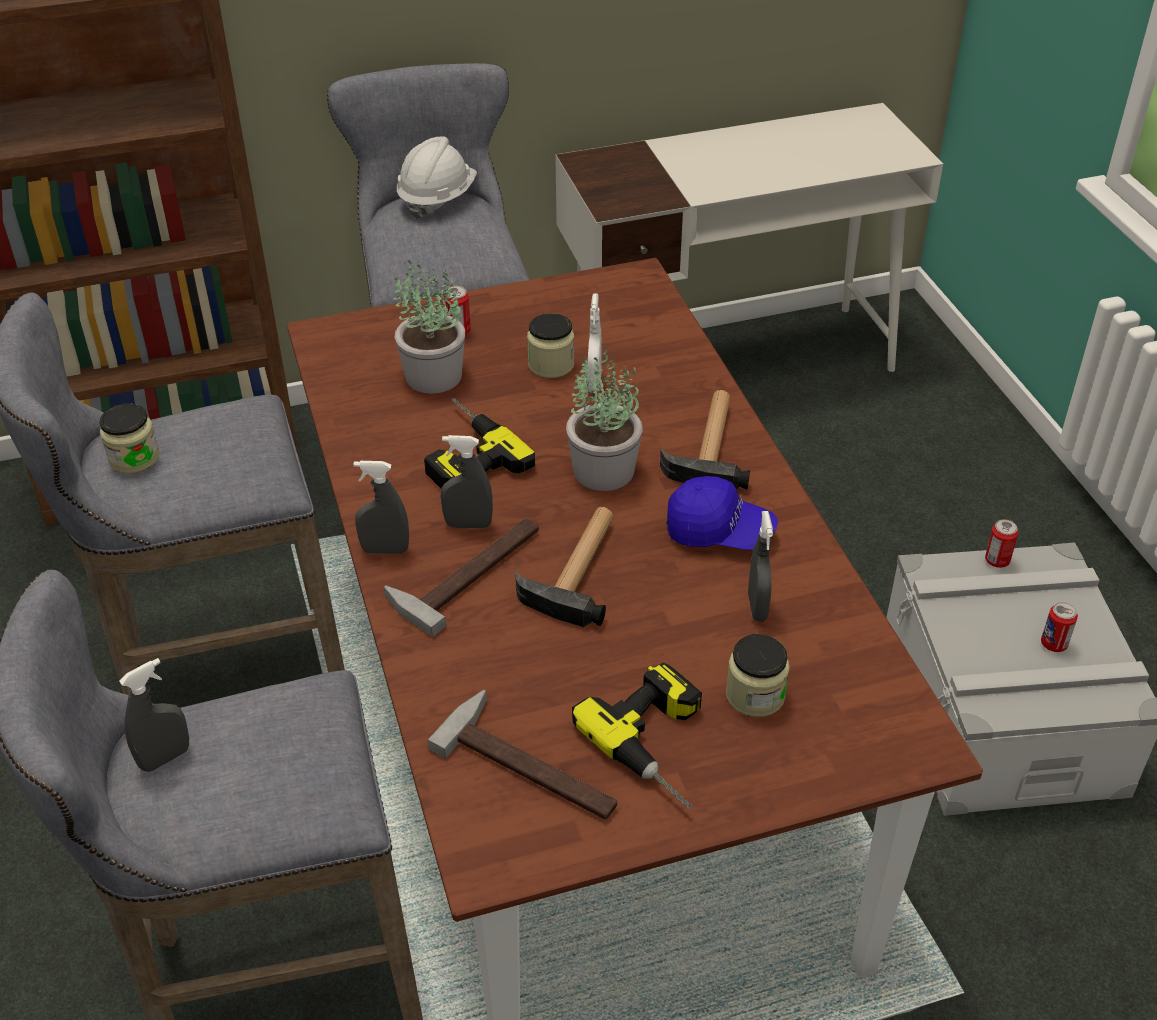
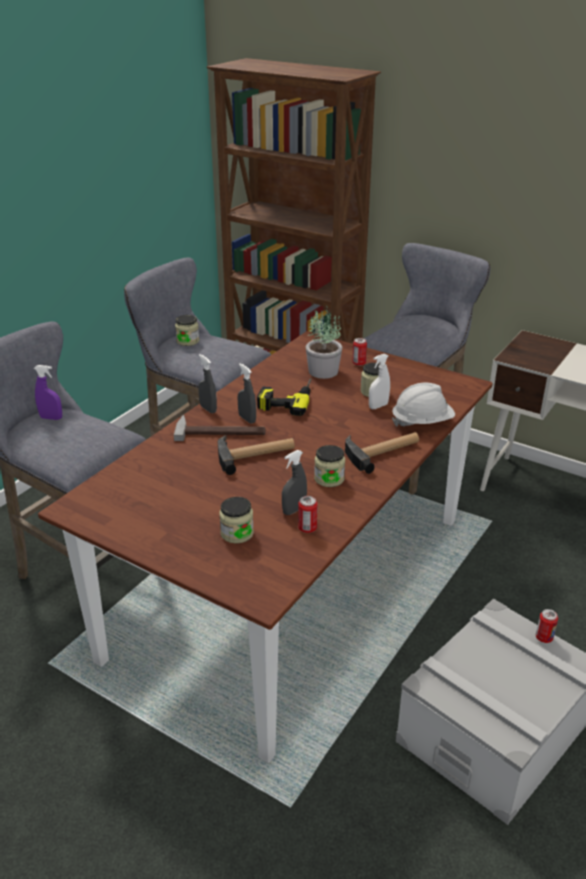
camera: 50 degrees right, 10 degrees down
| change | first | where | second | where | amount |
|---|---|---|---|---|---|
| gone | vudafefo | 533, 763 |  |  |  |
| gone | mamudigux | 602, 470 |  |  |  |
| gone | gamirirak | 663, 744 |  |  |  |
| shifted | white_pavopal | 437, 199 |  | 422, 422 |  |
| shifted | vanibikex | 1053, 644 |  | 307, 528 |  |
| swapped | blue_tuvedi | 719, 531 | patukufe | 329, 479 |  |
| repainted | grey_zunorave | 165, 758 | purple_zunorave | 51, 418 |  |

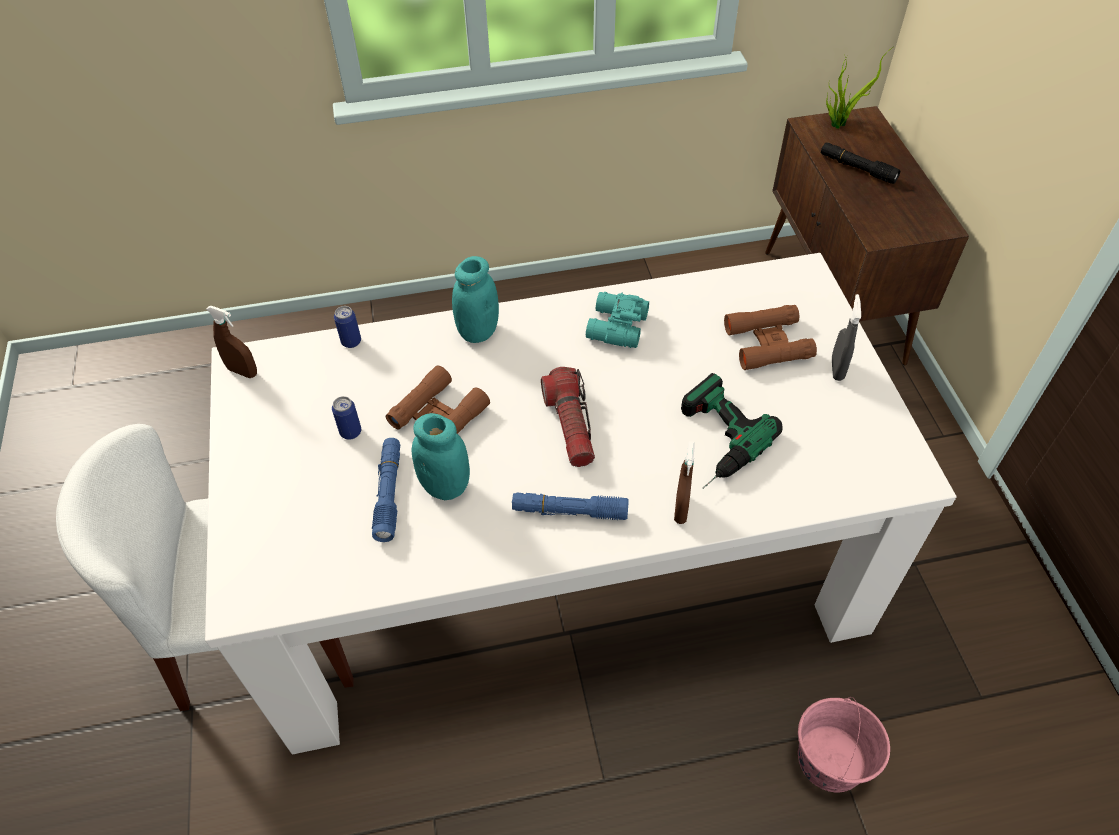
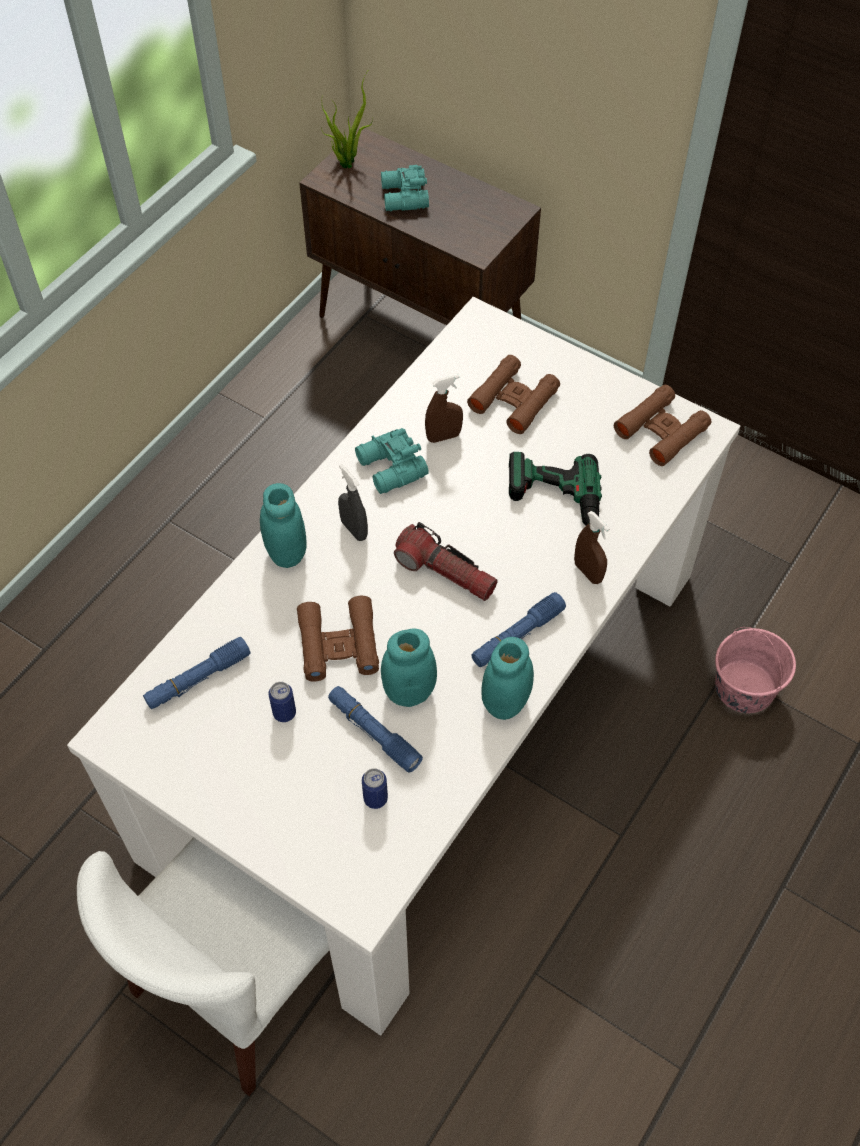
camera: 45 degrees left, 5 degrees up
| change | first | where | second | where | amount |
|---|---|---|---|---|---|
| new |  |  | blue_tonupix | 198, 679 |  |
| new |  |  | turquoise_patukufe | 505, 703 |  |
| new |  |  | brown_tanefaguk | 661, 431 |  |
| shifted | brown_zunorave | 242, 371 |  | 443, 436 |  |
| shifted | vanibikex | 351, 341 |  | 375, 798 |  |
| shifted | grey_zunorave | 837, 369 |  | 354, 529 |  |
| swapped | black_tonupix | 857, 168 | turquoise_tanefaguk | 403, 197 |  |

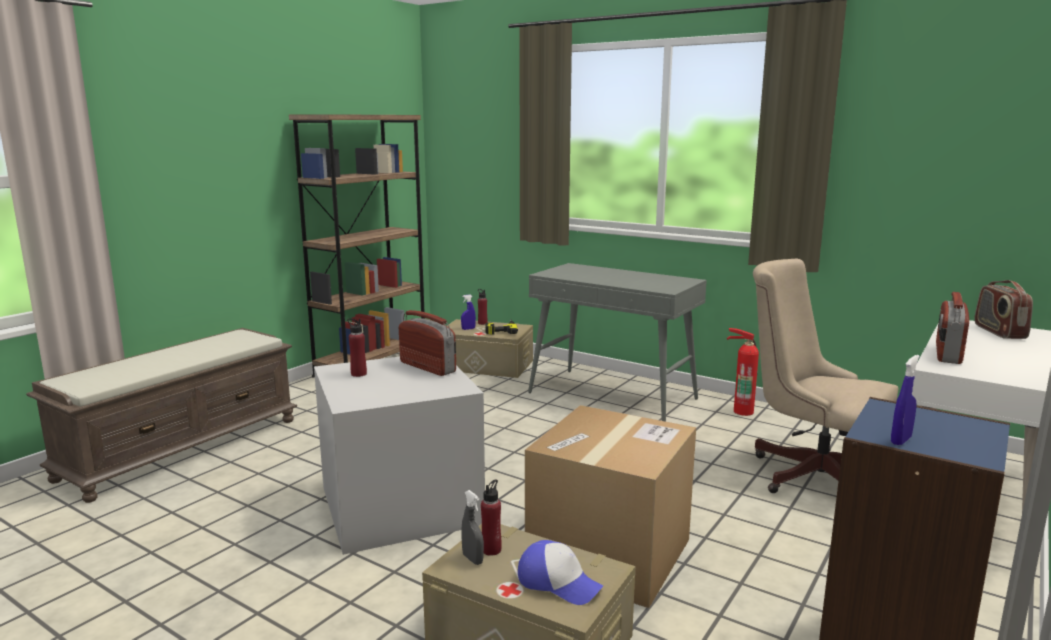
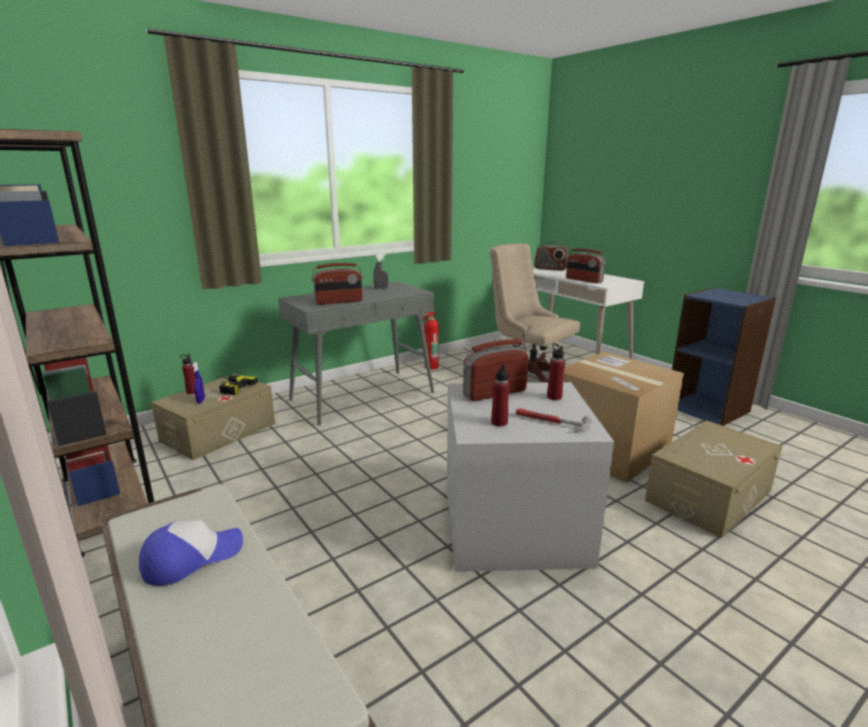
camera: 70 degrees left, 5 degrees up
| change | first | where | second | where | amount |
|---|---|---|---|---|---|
| gone | blue_zunorave | 901, 440 |  |  |  |
| new |  |  | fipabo | 339, 302 |  |
| new |  |  | vudafefo | 551, 422 |  |
| shifted | grey_zunorave | 472, 559 |  | 381, 288 |  |
| shifted | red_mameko | 491, 549 |  | 554, 397 |  |
| shifted | tuvedi | 558, 582 |  | 192, 558 |  |
| rotated | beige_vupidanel | 810, 474 |  | 527, 374 | 75 degrees clockwise |

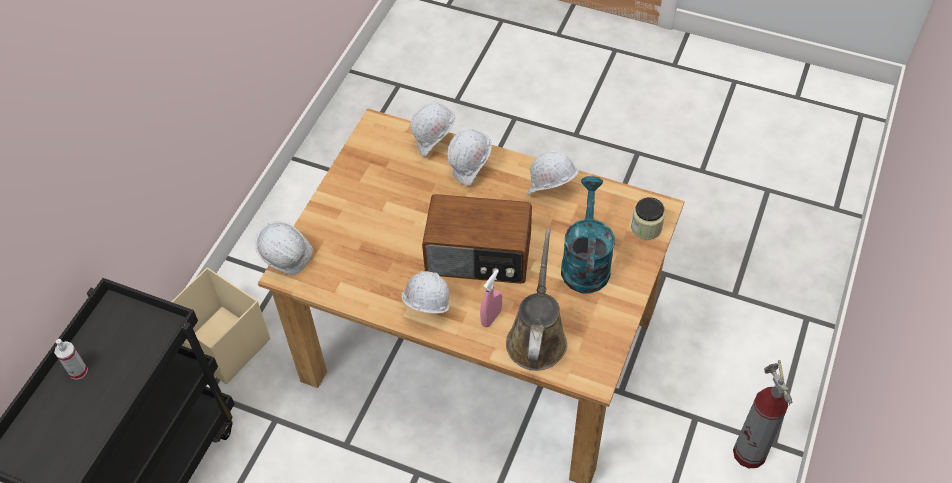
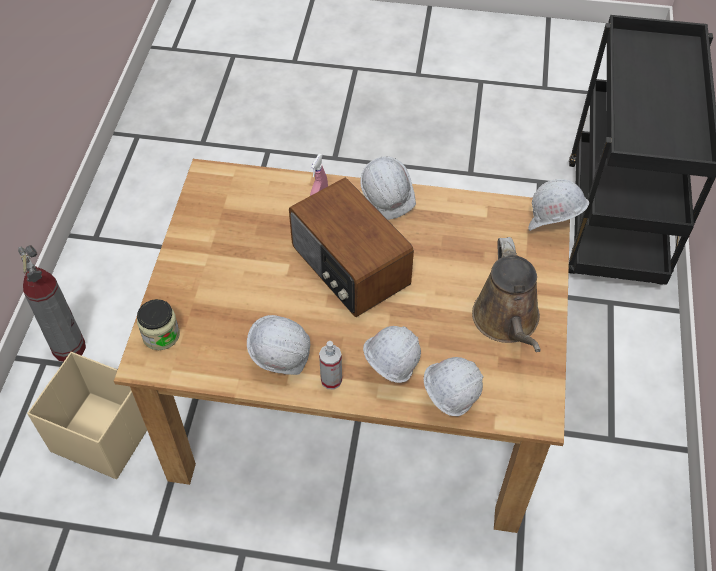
camera: 165 degrees right, 0 degrees up
| change | first | where | second | where | amount |
|---|---|---|---|---|---|
| gone | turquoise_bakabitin | 585, 262 |  |  |  |
| shifted | zunorave | 78, 371 |  | 331, 380 |  |
| shifted | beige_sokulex | 225, 346 |  | 102, 434 |  |
| shifted | brown_bakabitin | 537, 337 |  | 507, 321 |  |
| rotated | fipabo | 479, 257 |  | 349, 267 | 120 degrees counterclockwise |

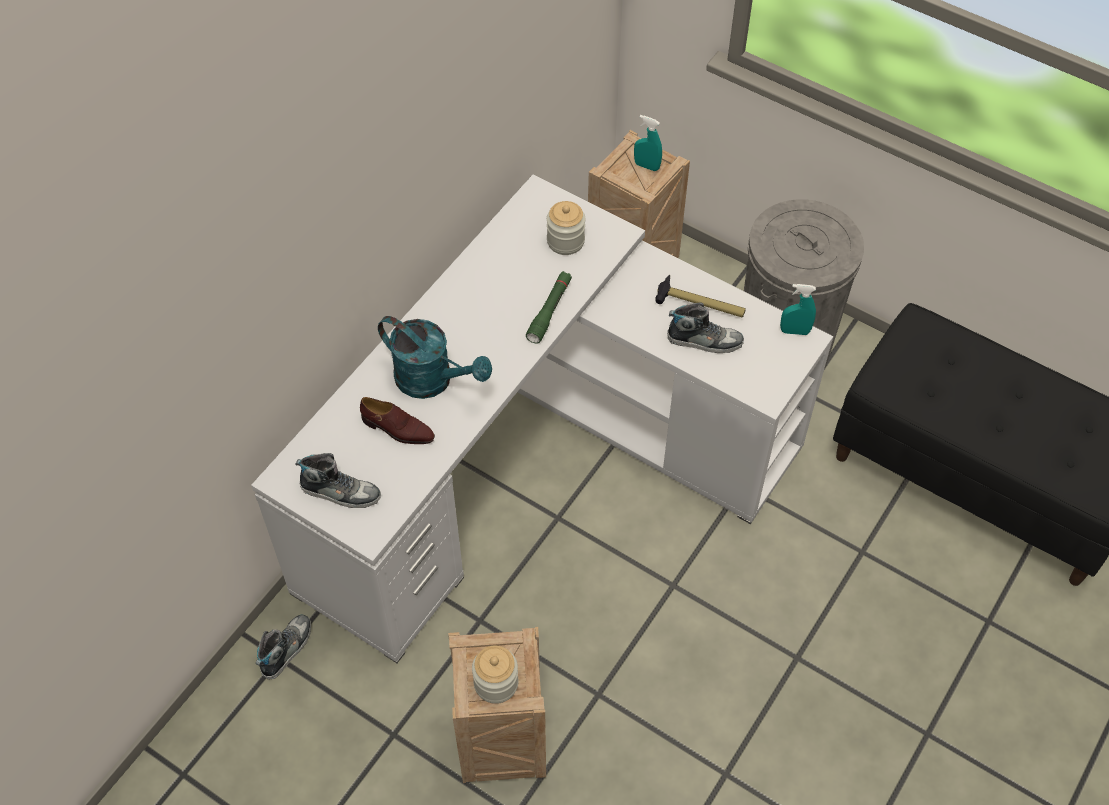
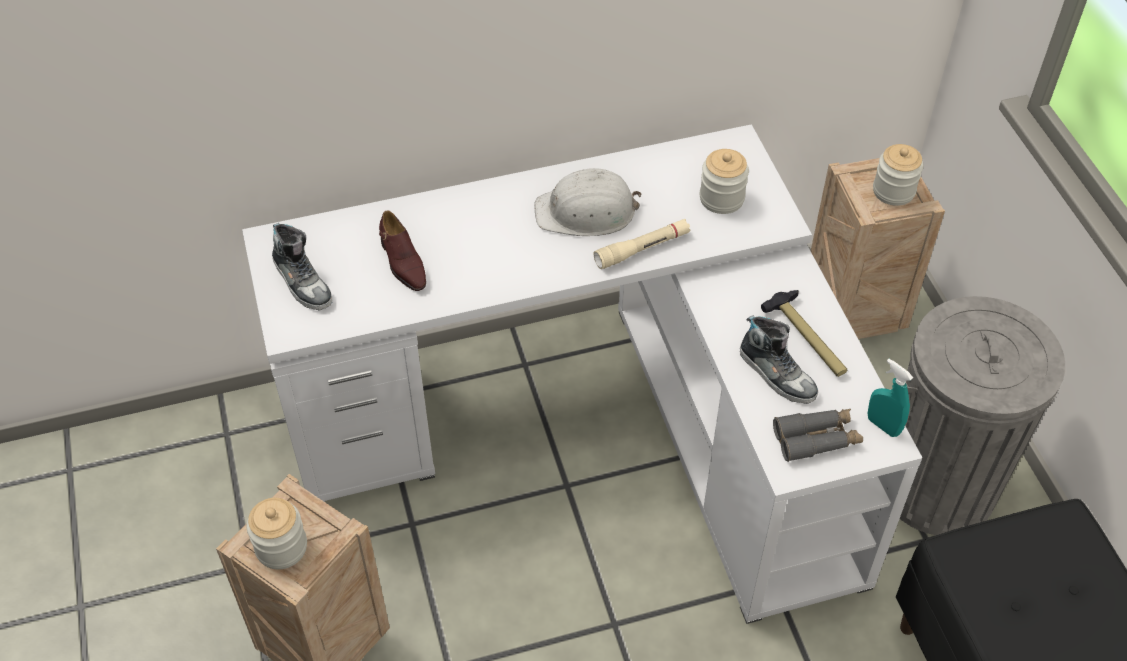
camera: 40 degrees right, 5 degrees down
| change | first | where | second | where | amount |
|---|---|---|---|---|---|
| gone | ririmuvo | 286, 648 |  |  |  |
| gone | turquoise_bakabitin | 433, 380 |  |  |  |
| new |  |  | white_pavopal | 586, 212 |  |
| new |  |  | grey_tanefaguk | 816, 439 |  |
| swapped | turquoise_zunorave | 646, 166 | patukufe | 893, 191 |  |
| repainted | green_tonupix | 549, 311 | beige_tonupix | 642, 249 |  |

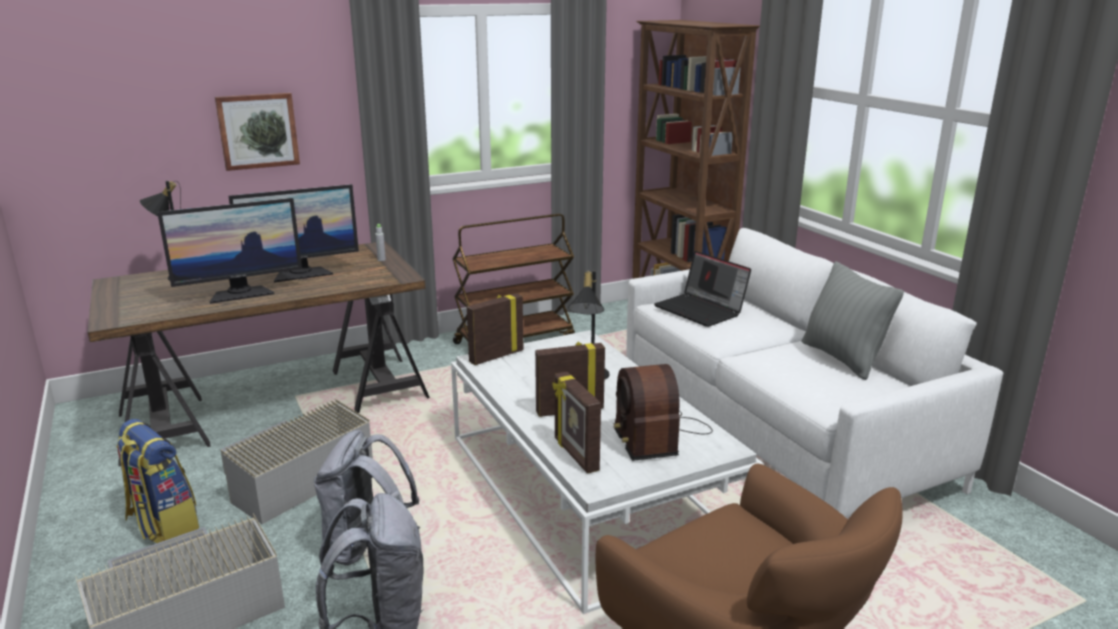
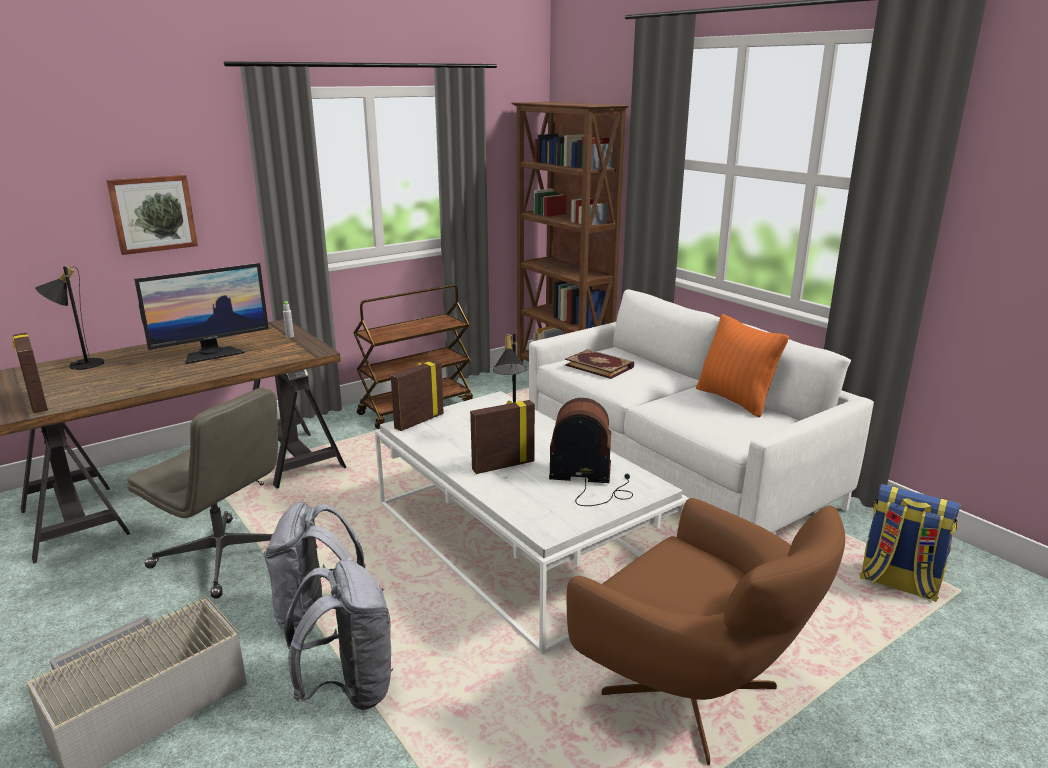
camera: 10 degrees left, 0 degrees up
| change | first | where | second | where | amount |
|---|---|---|---|---|---|
| gone | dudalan | 240, 293 |  |  |  |
| shifted | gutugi | 162, 524 |  | 898, 583 |  |
| shifted | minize | 575, 455 |  | 37, 402 |  |
| swapped | grey_sokulex | 292, 478 | grey_vupidanel | 224, 557 |  |
| swapped | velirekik | 701, 310 | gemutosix | 599, 366 |  |
| repainted | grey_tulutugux | 842, 358 | orange_tulutugux | 734, 400 |  |
| rotated | fipabo | 657, 435 |  | 590, 481 | 120 degrees clockwise |

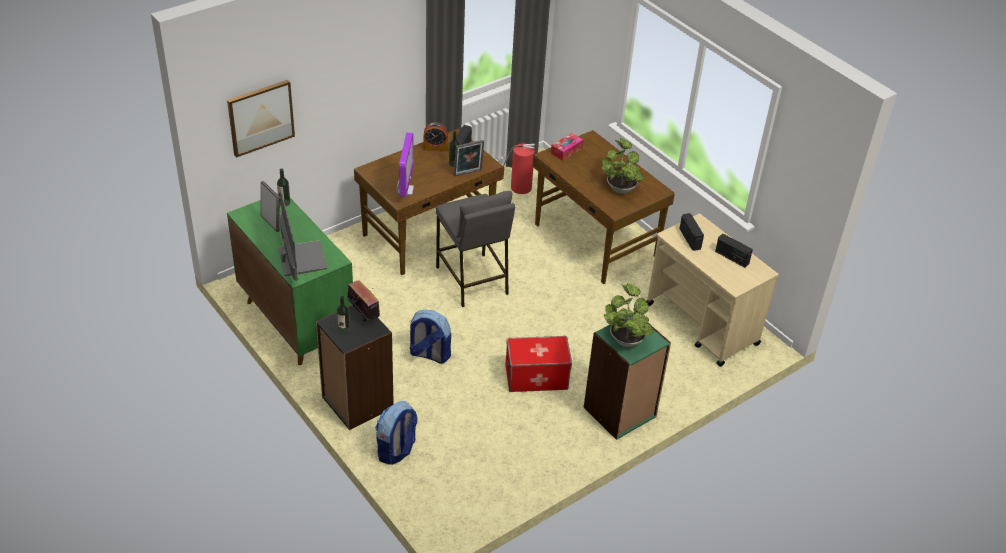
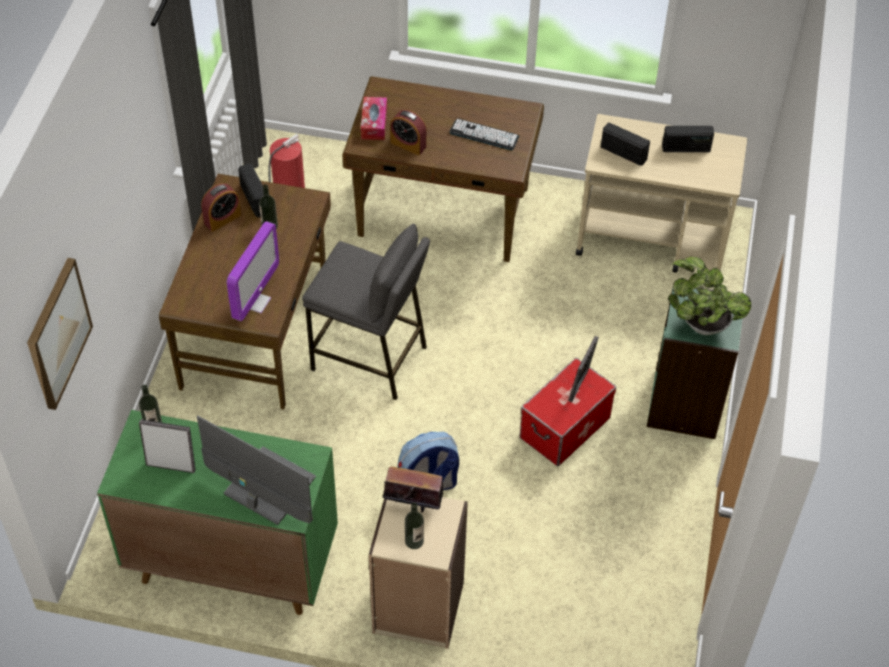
camera: 40 degrees left, 10 degrees up
| change | first | where | second | where | amount |
|---|---|---|---|---|---|
| gone | gutugi | 396, 450 |  |  |  |
| new |  |  | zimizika | 408, 144 |  |
| shifted | minize | 468, 173 |  | 581, 386 |  |
| swapped | mamudigux | 620, 188 | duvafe | 484, 135 |  |
| repainted | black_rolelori | 356, 402 | beige_rolelori | 418, 608 |  |
| rotated | dudalan | 405, 190 |  | 255, 302 | 60 degrees clockwise |

